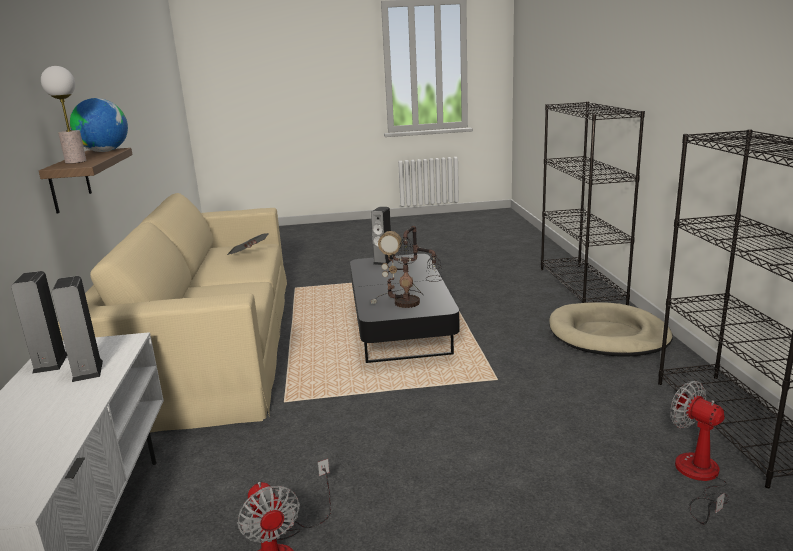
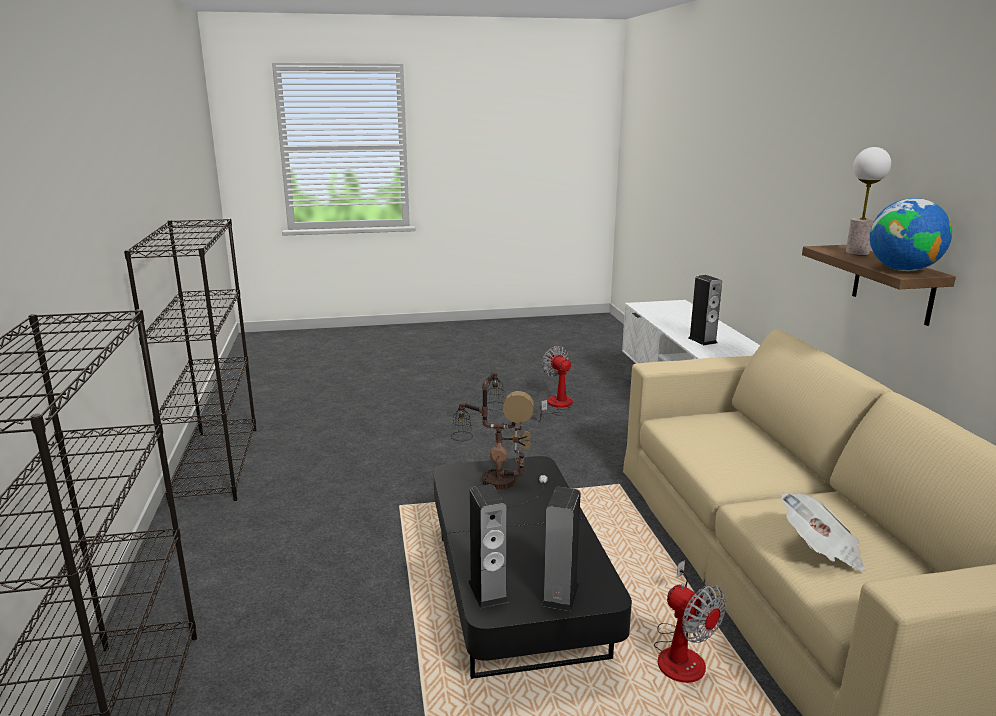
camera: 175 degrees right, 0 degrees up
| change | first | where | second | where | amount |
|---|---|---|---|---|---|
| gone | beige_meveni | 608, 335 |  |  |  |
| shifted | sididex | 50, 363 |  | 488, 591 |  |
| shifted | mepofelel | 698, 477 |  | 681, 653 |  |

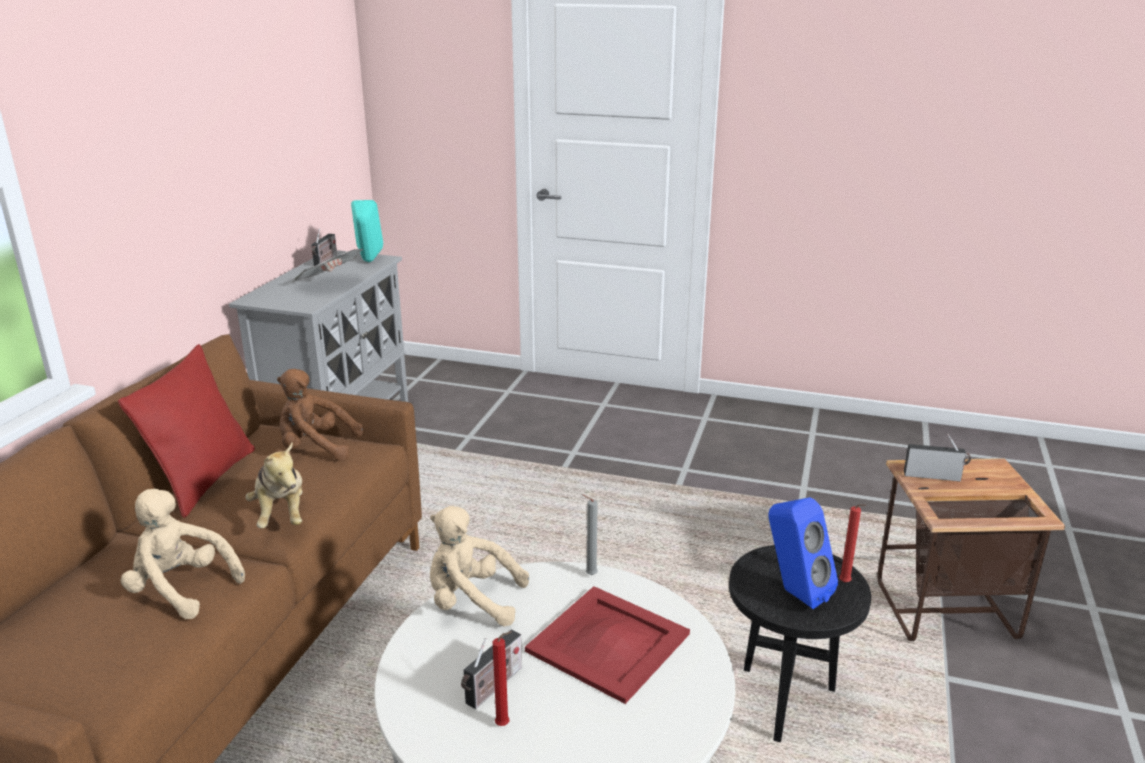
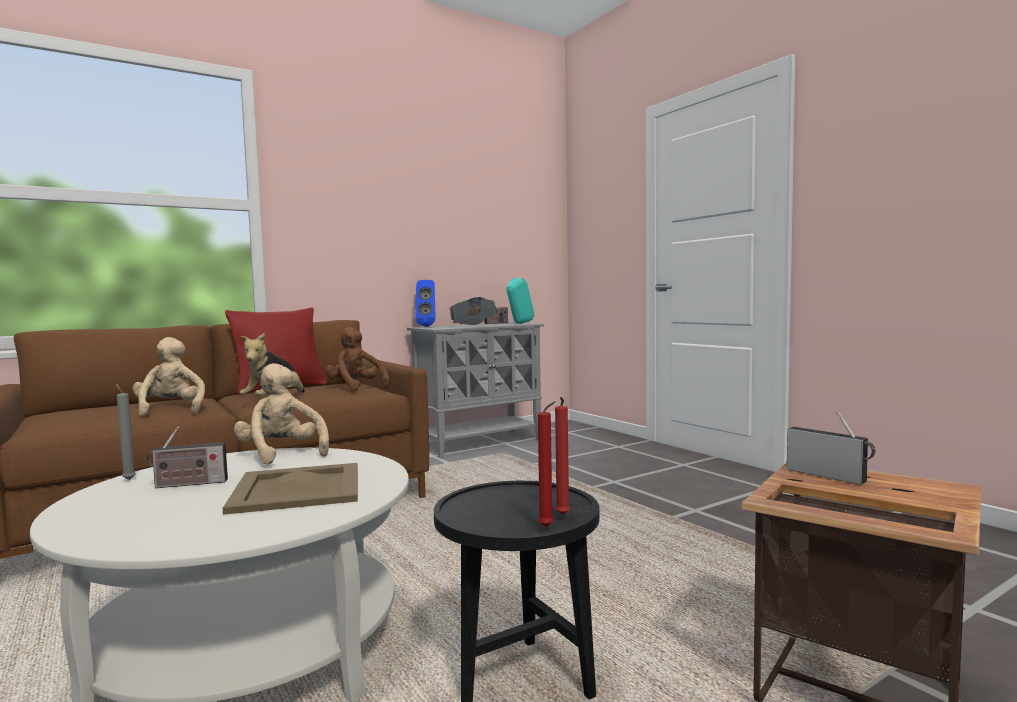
camera: 40 degrees right, 20 degrees down
| change | first | where | second | where | amount |
|---|---|---|---|---|---|
| shifted | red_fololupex | 504, 725 |  | 548, 527 |  |
| shifted | grey_fololupex | 589, 575 |  | 128, 479 |  |
| shifted | blue_sididex | 794, 593 |  | 427, 326 |  |
| repainted | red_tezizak | 606, 643 | beige_tezizak | 297, 488 |  |

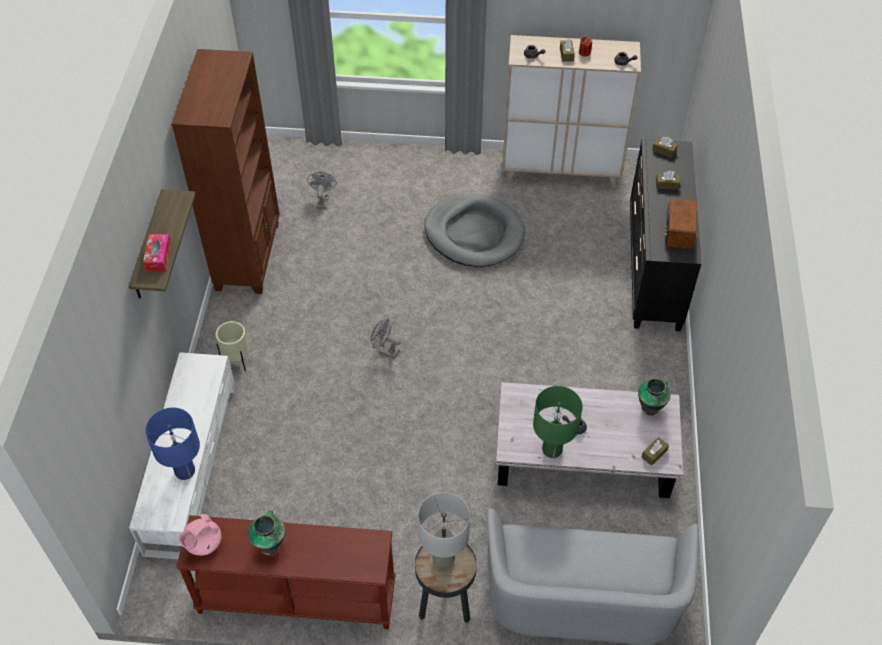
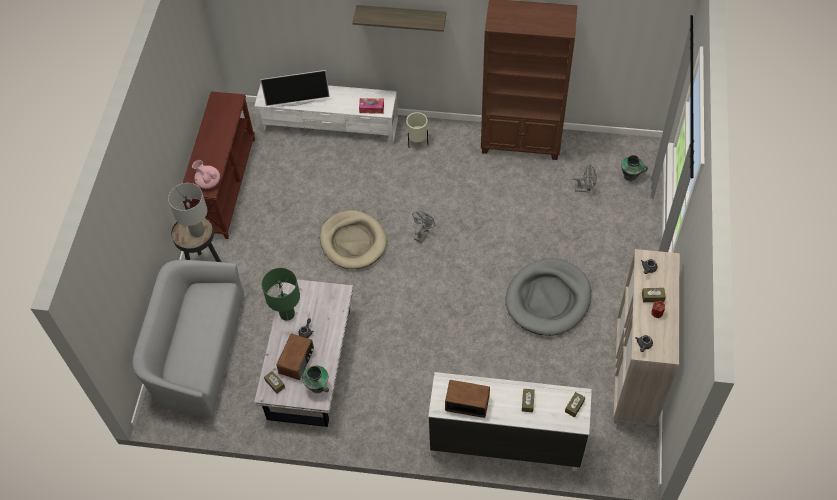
camera: 95 degrees right, 5 degrees up
| change | first | where | second | where | amount |
|---|---|---|---|---|---|
| new |  |  | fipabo | 297, 361 |  |
| new |  |  | beige_meveni | 353, 241 |  |
| shifted | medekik | 158, 256 |  | 371, 108 |  |
| shifted | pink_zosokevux | 203, 543 |  | 208, 182 |  |
| shifted | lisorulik | 270, 544 |  | 630, 176 |  |
| swapped | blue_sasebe | 184, 471 | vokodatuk | 298, 102 |  |
| repainted | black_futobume | 653, 270 | white_futobume | 505, 442 |  |

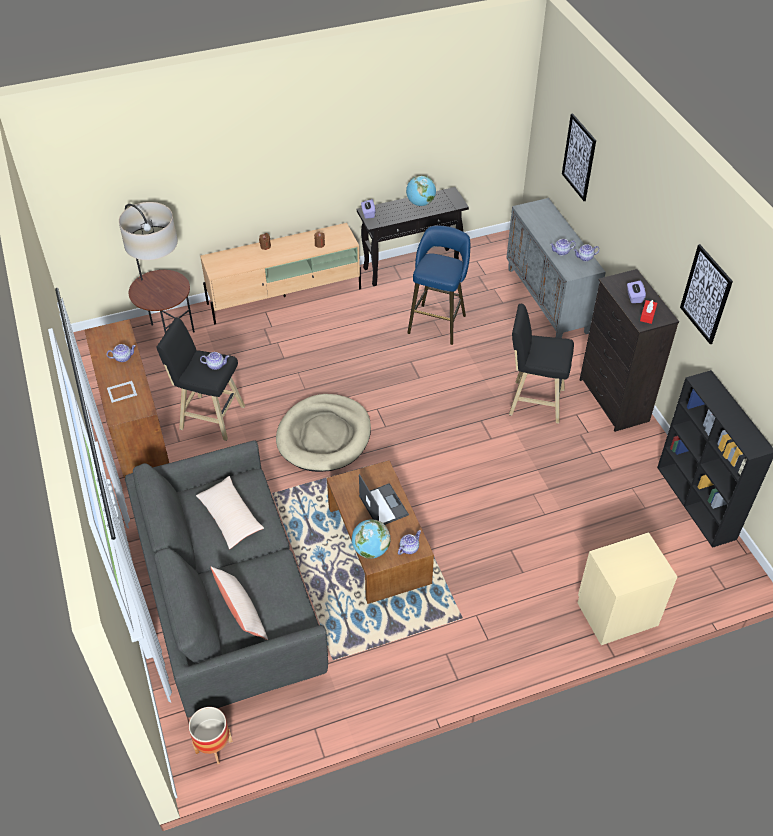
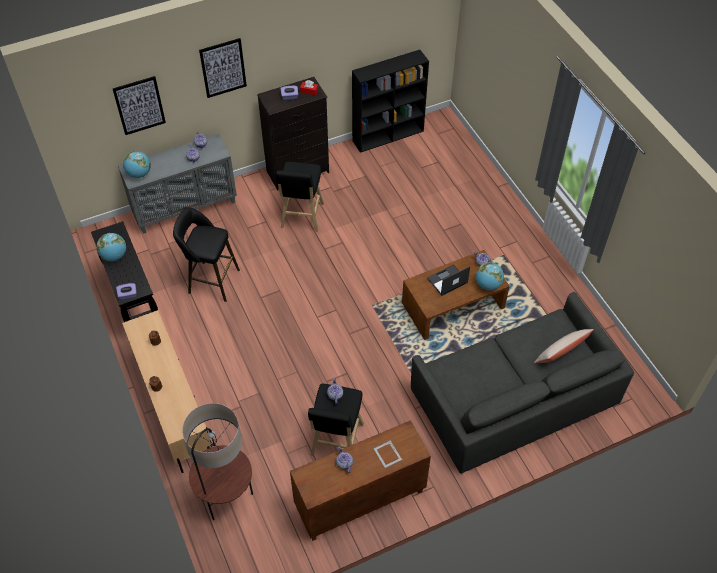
camera: 95 degrees left, 5 degrees up
| change | first | where | second | where | amount |
|---|---|---|---|---|---|
| gone | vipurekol | 214, 747 |  |  |  |
| gone | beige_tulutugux | 230, 517 |  |  |  |
| gone | beige_meveni | 324, 436 |  |  |  |
| gone | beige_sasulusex | 616, 612 |  |  |  |
| new |  |  | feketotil | 139, 174 |  |
| shifted | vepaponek | 706, 294 |  | 223, 68 |  |
| repainted | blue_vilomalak | 438, 322 | black_vilomalak | 211, 281 |  |

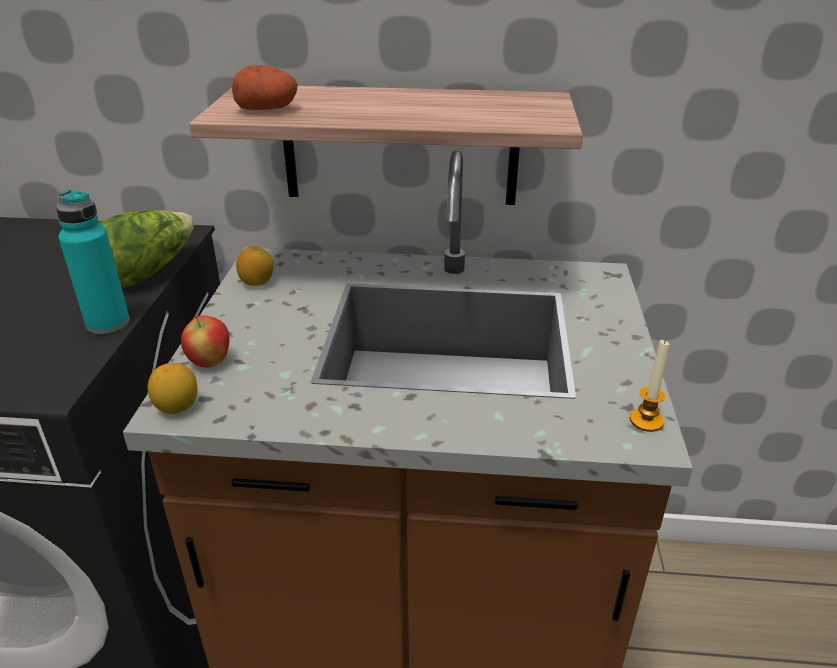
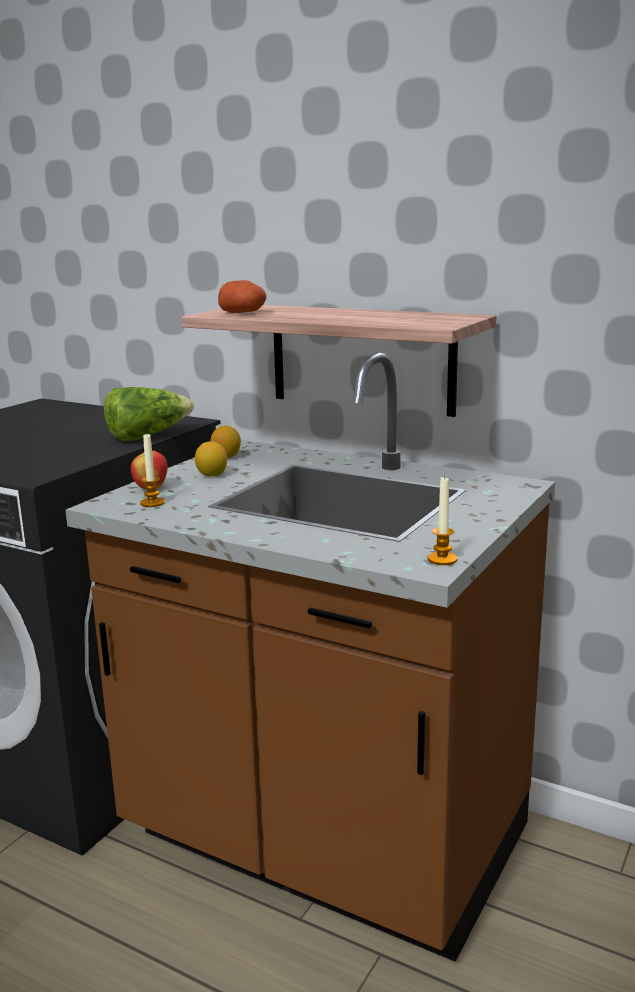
camera: 25 degrees right, 15 degrees down
| change | first | where | second | where | amount |
|---|---|---|---|---|---|
| gone | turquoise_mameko | 108, 323 |  |  |  |
| new |  |  | fololupex | 152, 503 |  |
| shifted | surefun | 177, 407 |  | 212, 475 |  |

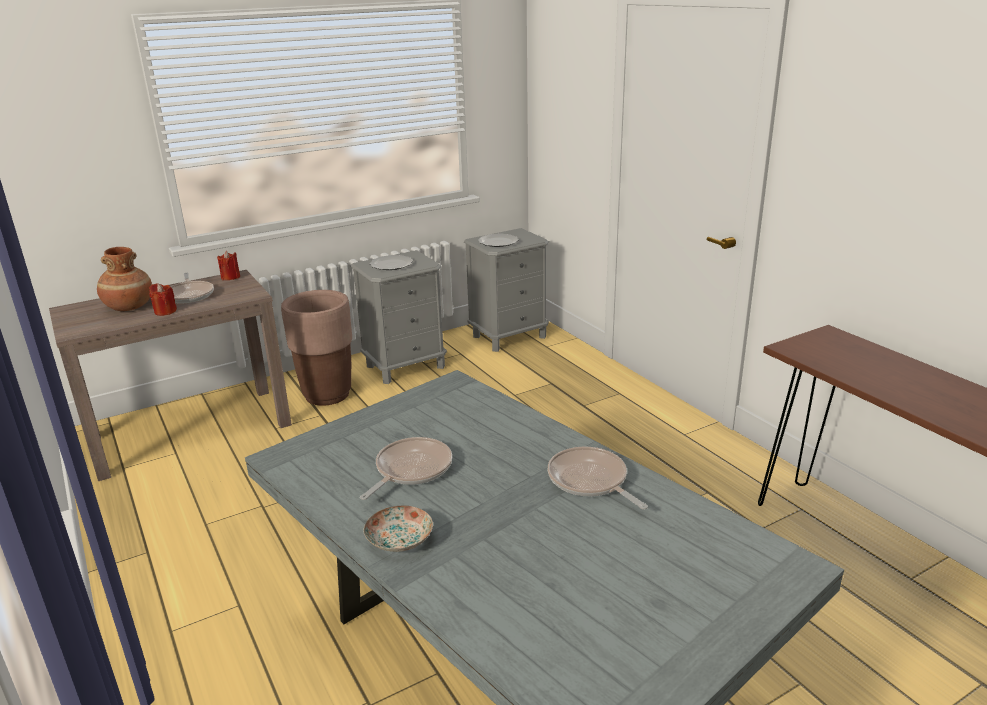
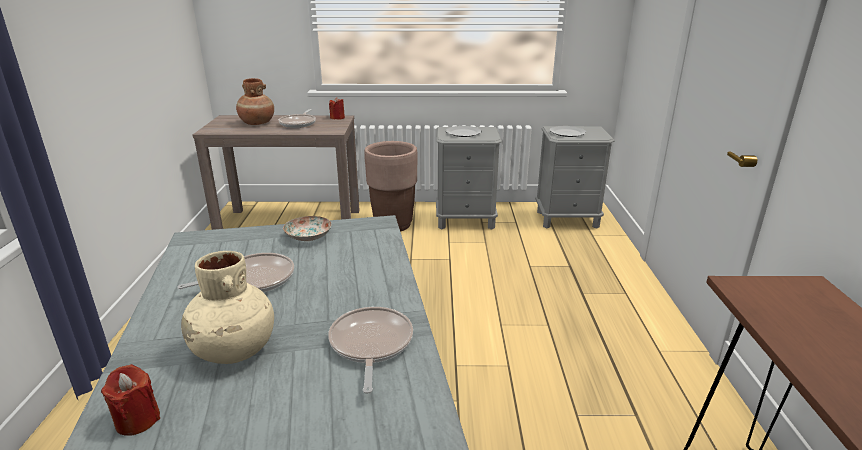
camera: 30 degrees right, 0 degrees up
| change | first | where | second | where | amount |
|---|---|---|---|---|---|
| new |  |  | beige_lisorulik | 234, 351 |  |
| shifted | red_fololupex | 165, 311 |  | 137, 420 |  |
| shifted | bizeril | 400, 539 |  | 309, 236 |  |

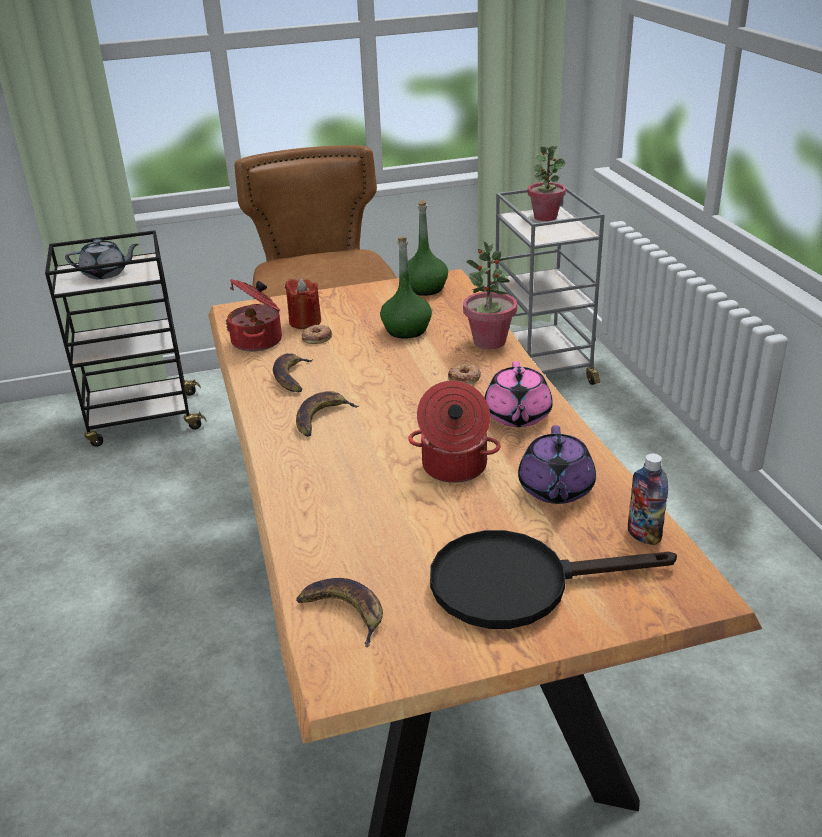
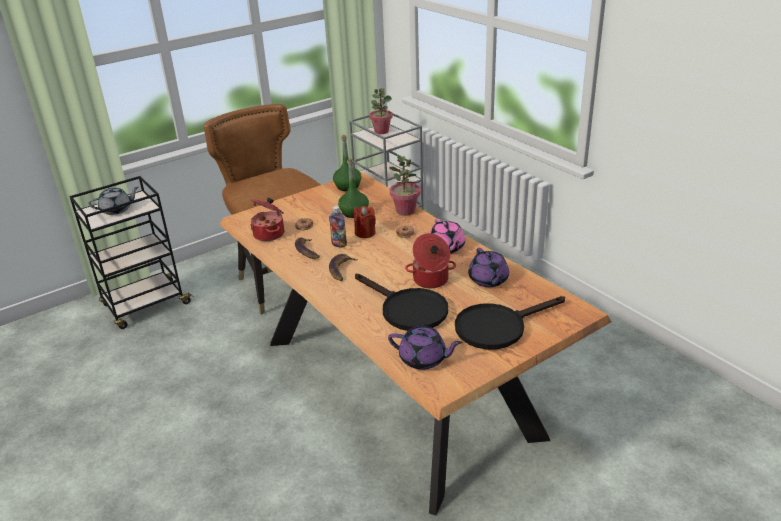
camera: 20 degrees left, 0 degrees up
| change | first | where | second | where | amount |
|---|---|---|---|---|---|
| new |  |  | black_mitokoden | 407, 309 |  |
| shifted | red_fololupex | 305, 322 |  | 365, 233 |  |
| shifted | mameko | 643, 535 |  | 339, 244 |  |
| swapped | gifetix | 345, 612 | purple_zosokevux | 423, 359 |  |

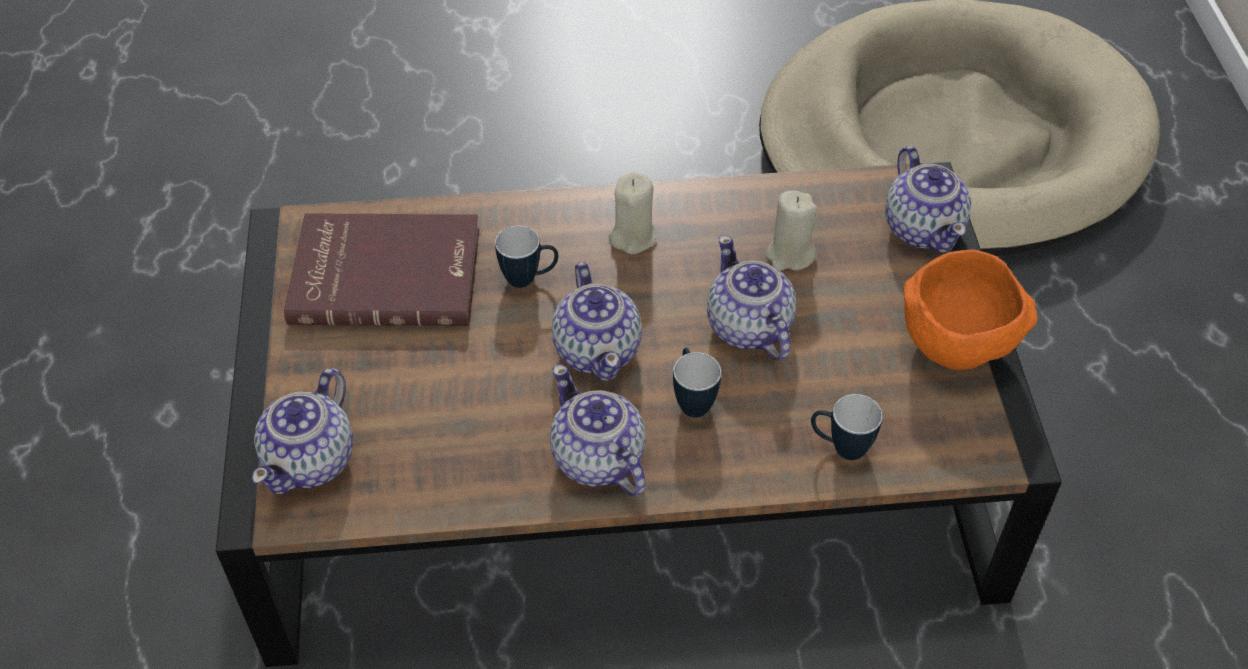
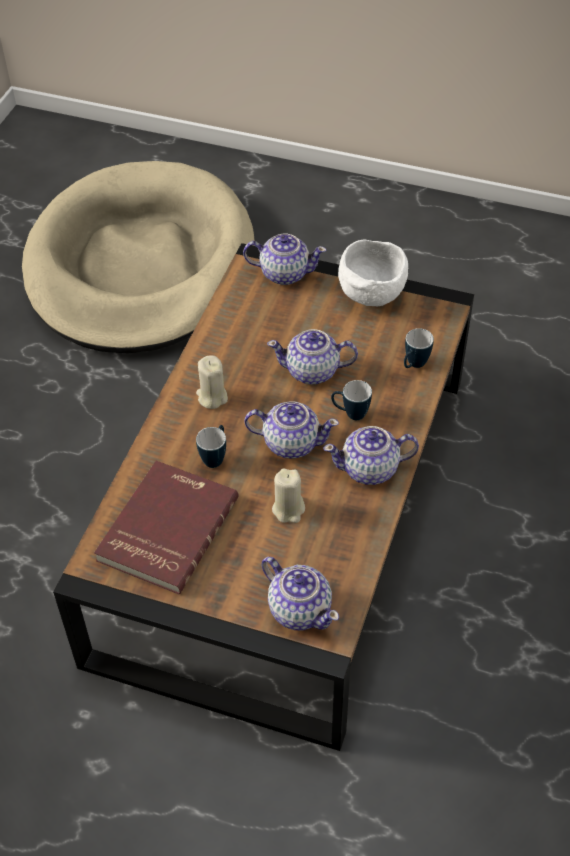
camera: 65 degrees left, 0 degrees up
| change | first | where | second | where | amount |
|---|---|---|---|---|---|
| shifted | beige_fololupex | 789, 255 |  | 288, 509 |  |
| repainted | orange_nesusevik | 958, 344 | white_nesusevik | 372, 293 |  |

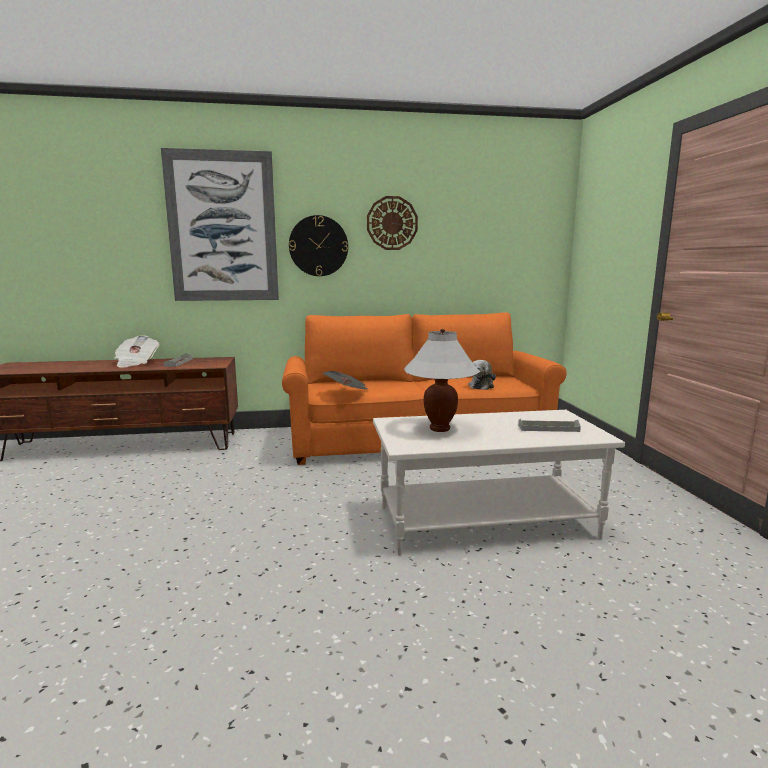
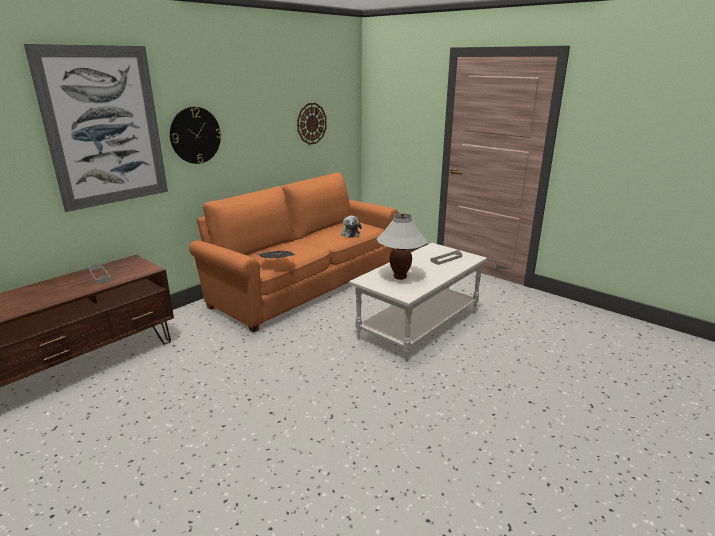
camera: 40 degrees left, 10 degrees up
| change | first | where | second | where | amount |
|---|---|---|---|---|---|
| gone | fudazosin | 136, 363 |  |  |  |
| shifted | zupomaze | 392, 223 |  | 311, 123 |  |

